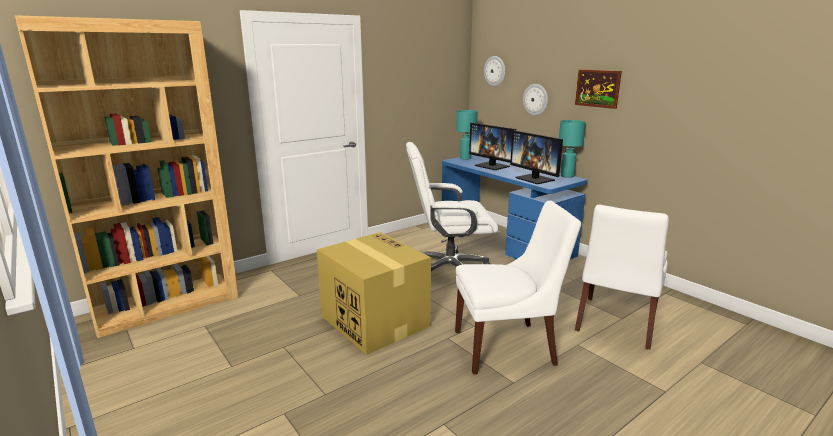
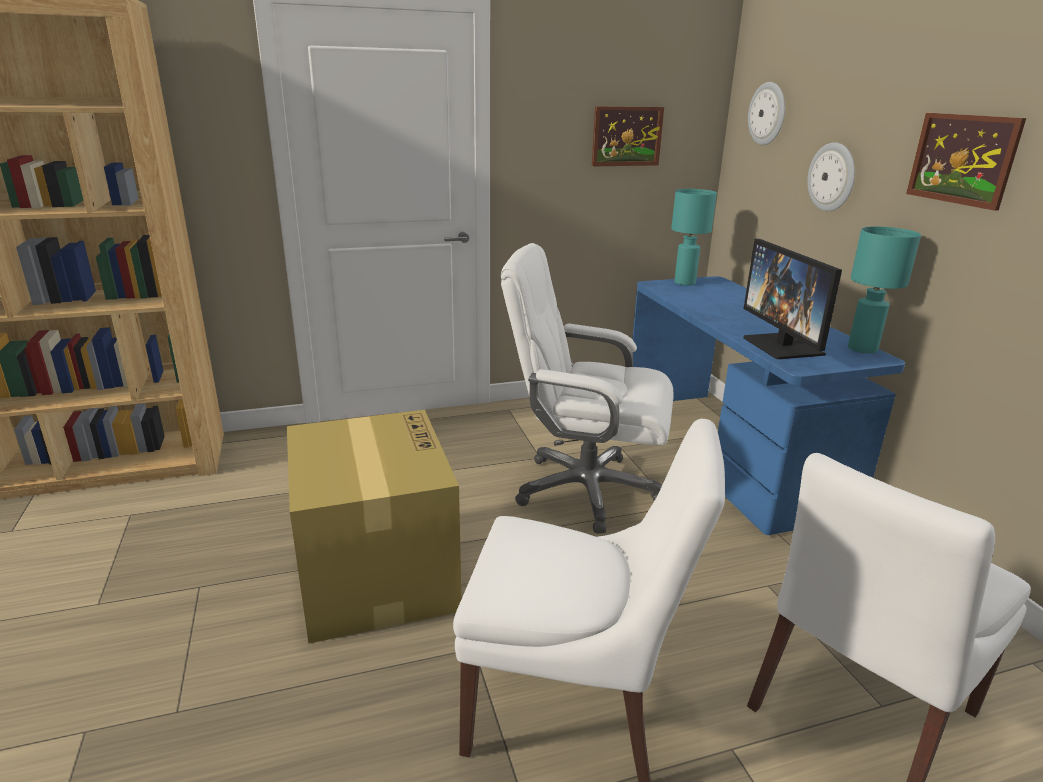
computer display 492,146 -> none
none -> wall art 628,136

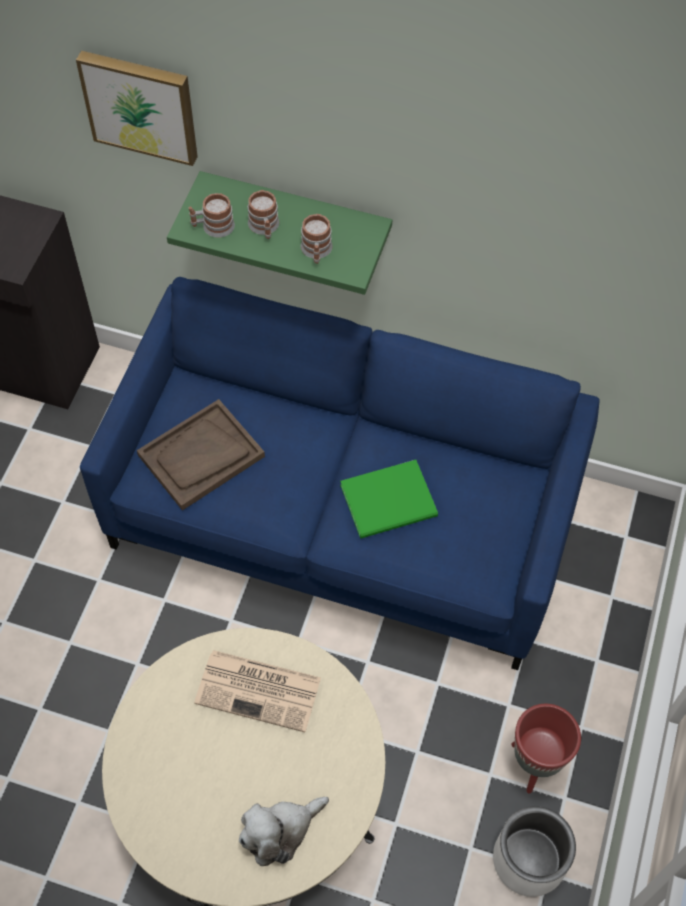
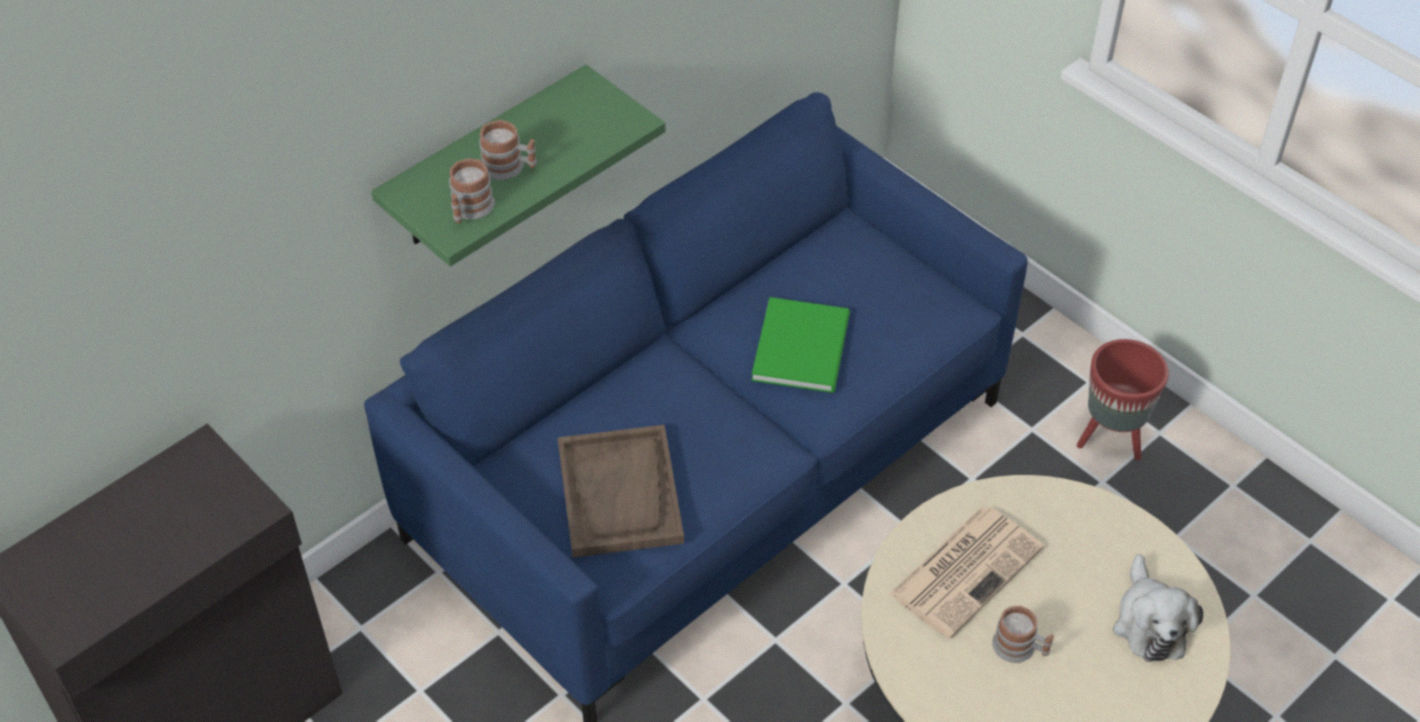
wall art 137,108 -> none
tea mug 317,239 -> tea mug 1023,634, relocated
white-coloured plant pot 534,851 -> none

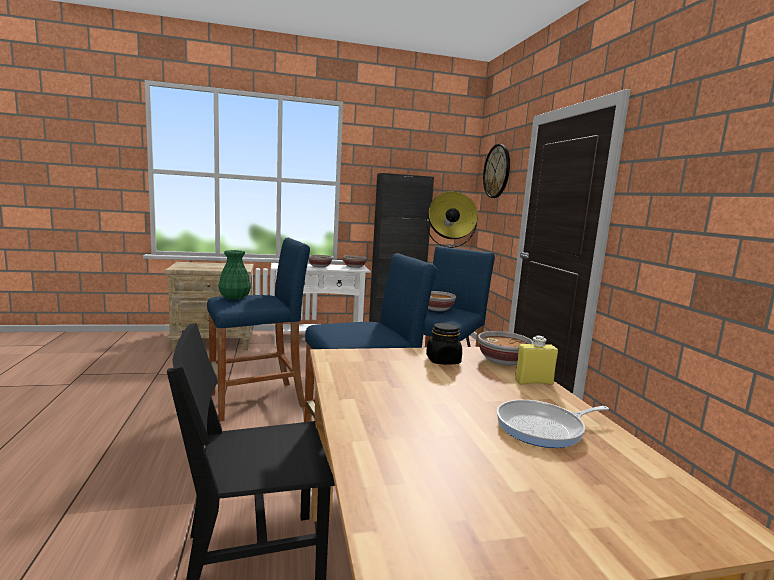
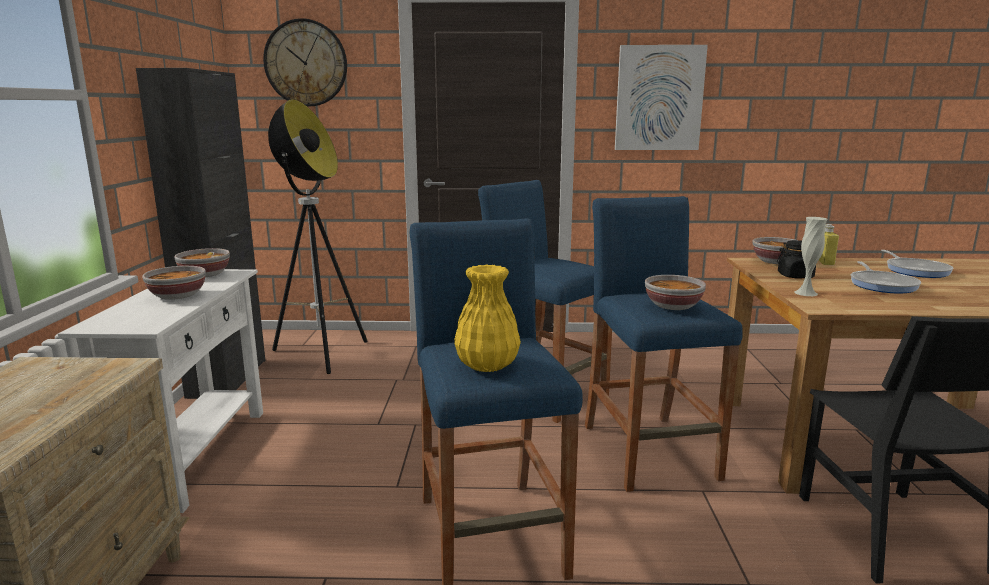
greenish decorative vase 234,275 -> yellow-coloured decorative vase 487,318
deep dish 442,301 -> deep dish 675,292, relocated
none -> wall art 661,97
none -> white-coloured decorative vase 810,256
none -> skillet 886,277

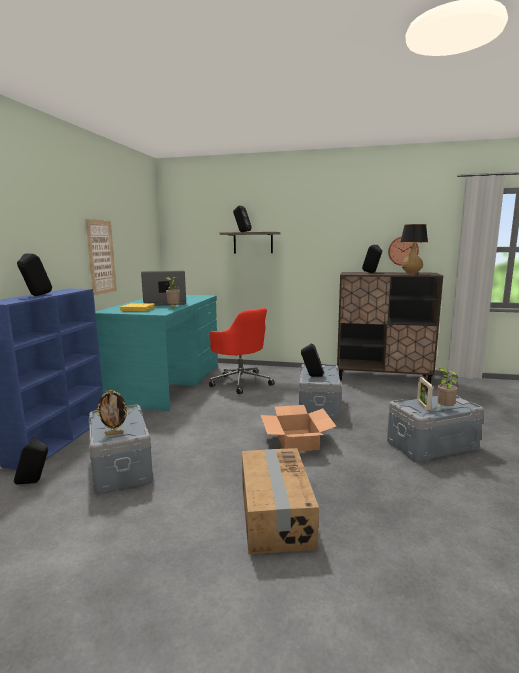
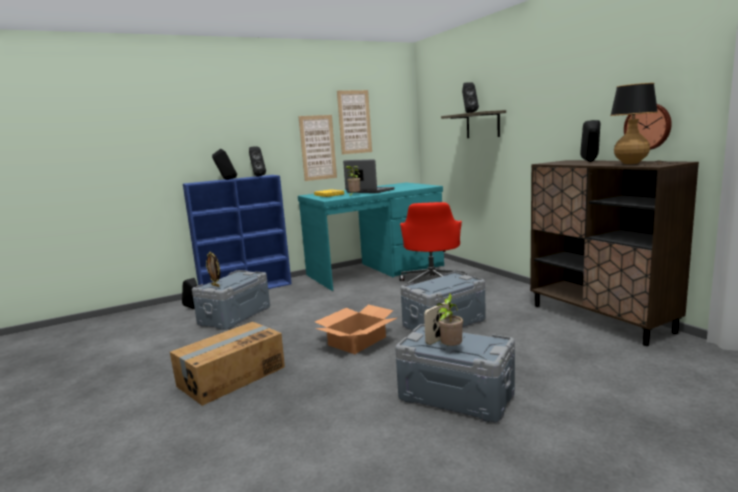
black loudspeaker 312,360 -> black loudspeaker 257,161, relocated
none -> wall art 354,122

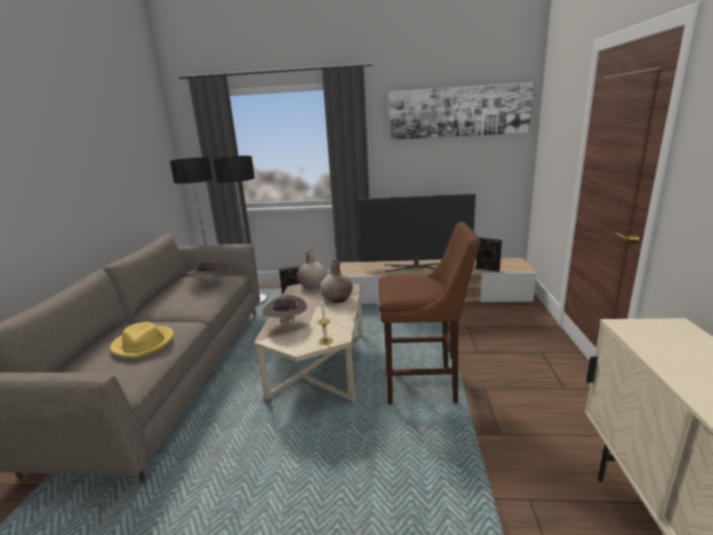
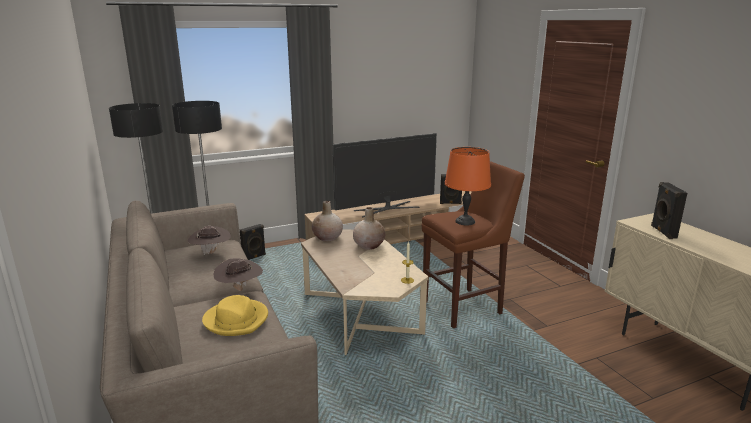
brown wearable hat 285,310 -> brown wearable hat 238,274, relocated
wall art 461,111 -> none
none -> orange-coloured tabletop lamp 468,186
none -> black loudspeaker 669,210

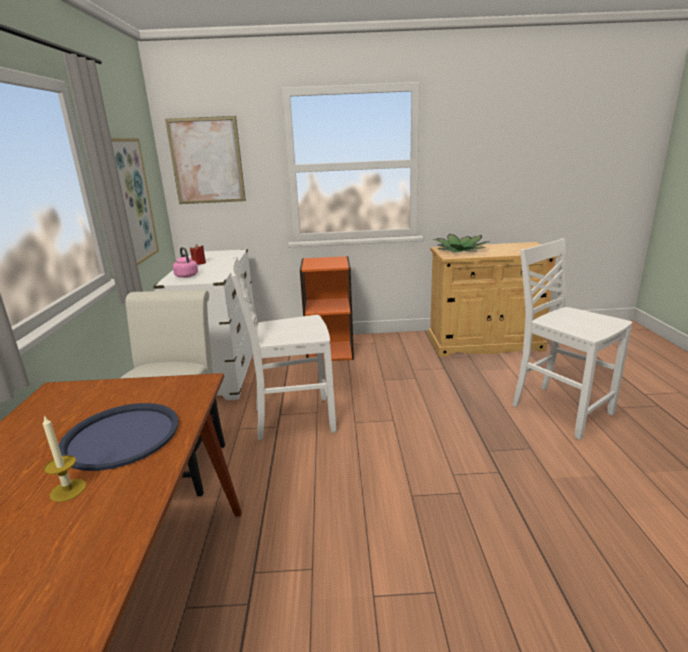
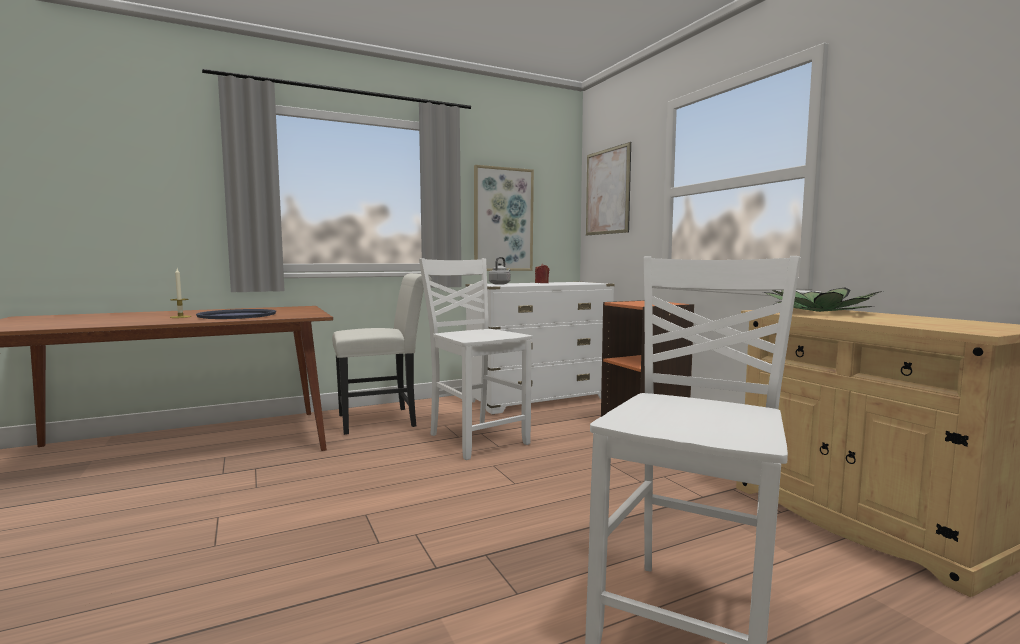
pink water kettle 185,262 -> greyish water kettle 499,271

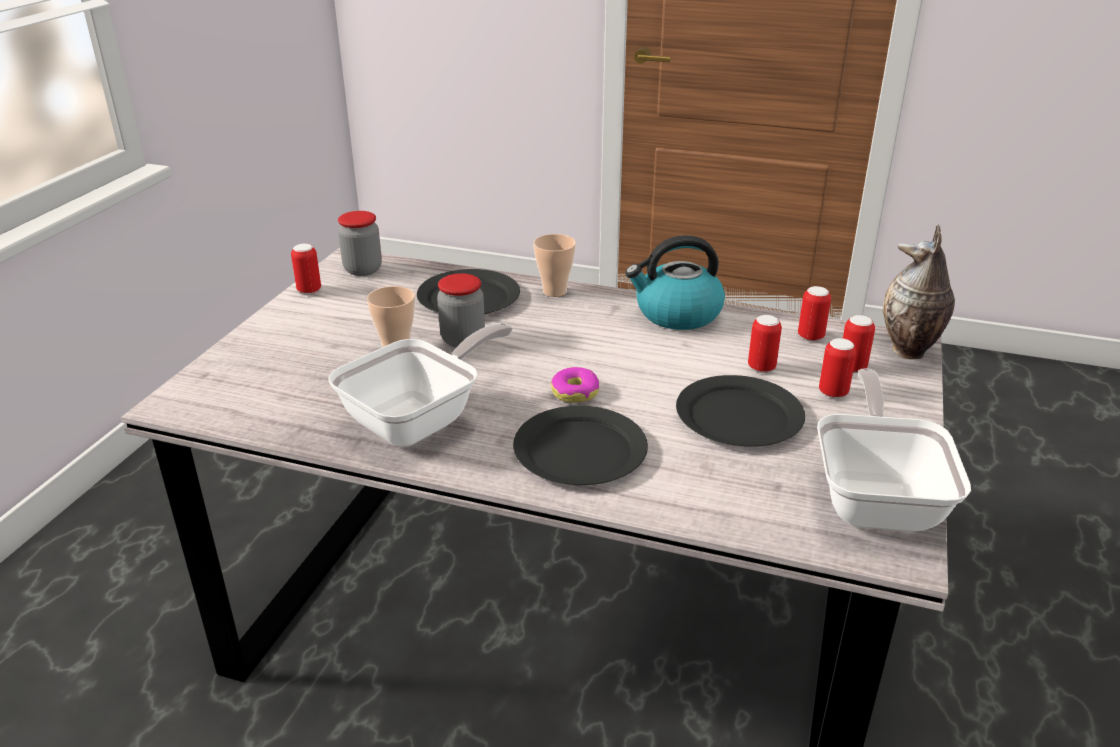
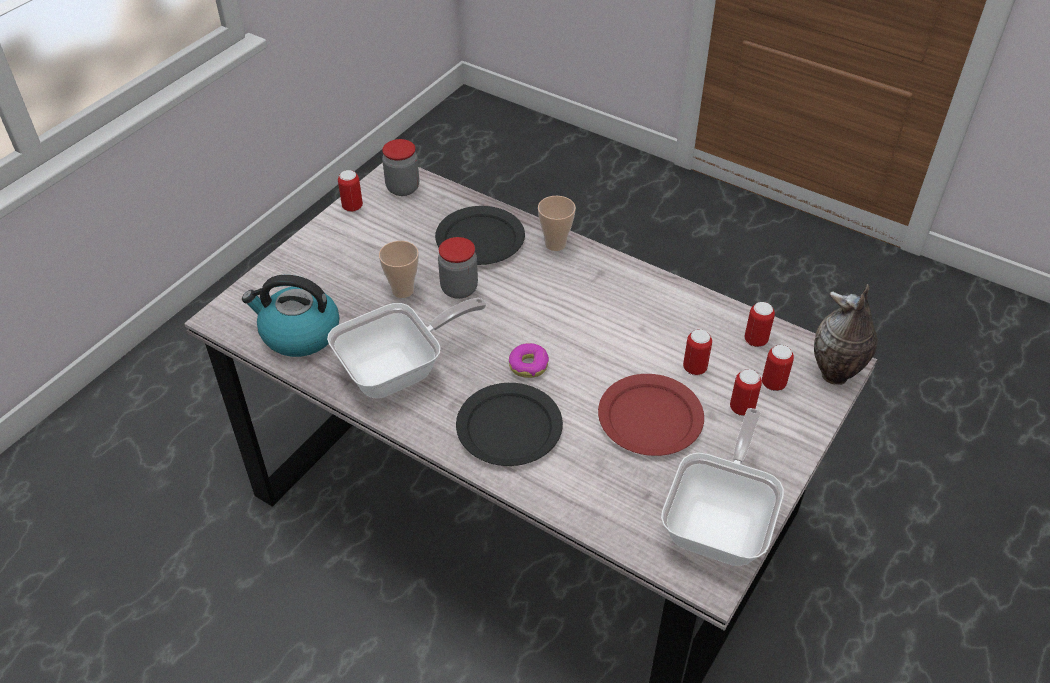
water kettle 675,282 -> water kettle 291,316, relocated
black dinner plate 740,411 -> red dinner plate 651,415

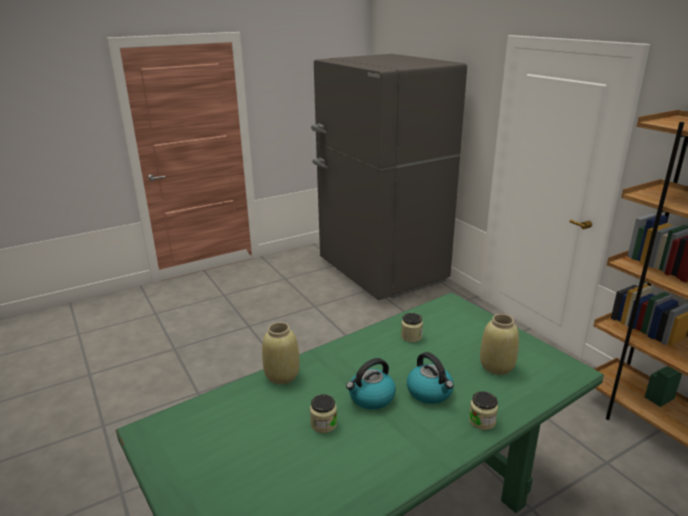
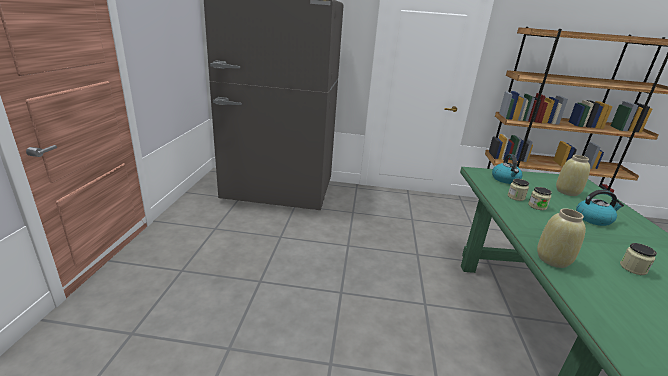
water kettle 371,384 -> water kettle 507,169, relocated
storage jar 483,410 -> storage jar 540,198, relocated

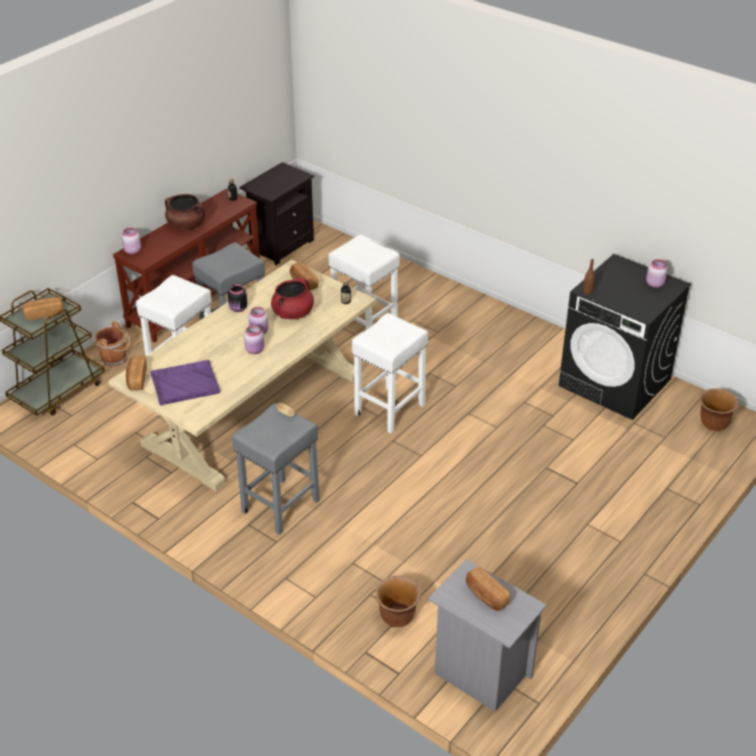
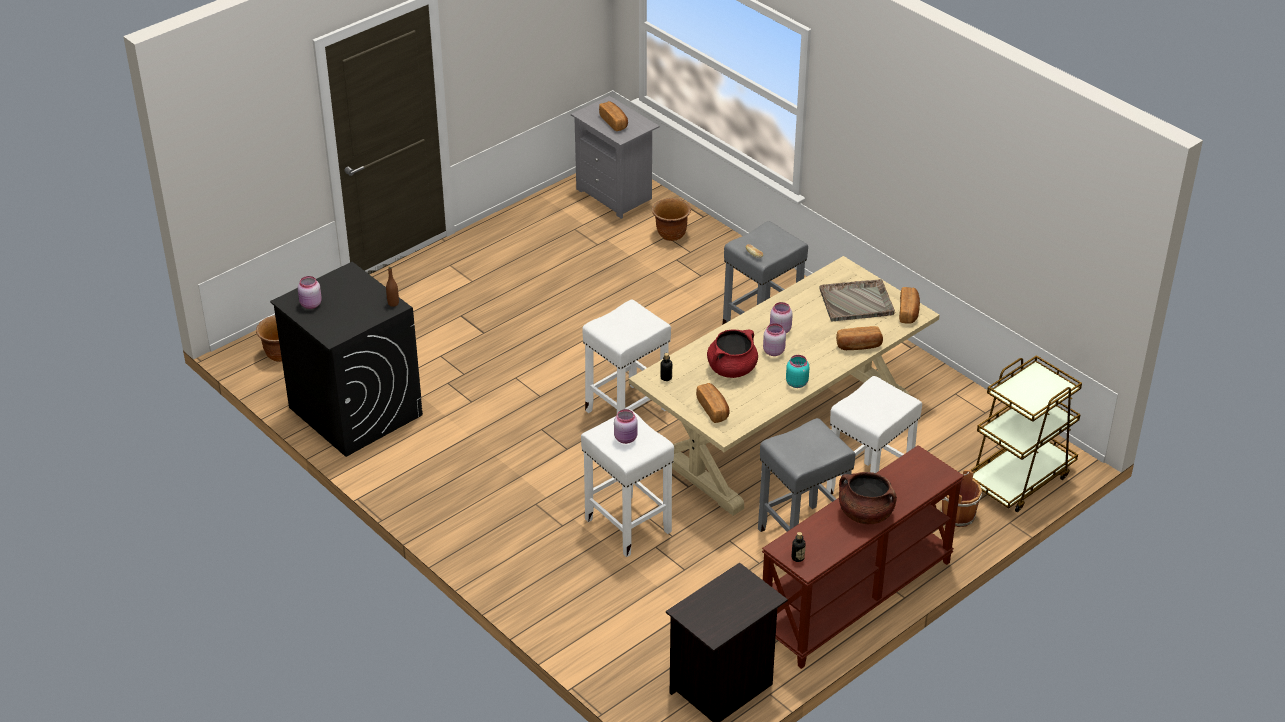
bread 42,308 -> bread 859,338, relocated
pink storage jar 131,241 -> pink storage jar 626,426, relocated
purple-coloured serving tray 185,383 -> greyish serving tray 857,300
black storage jar 237,298 -> blue-green storage jar 797,371

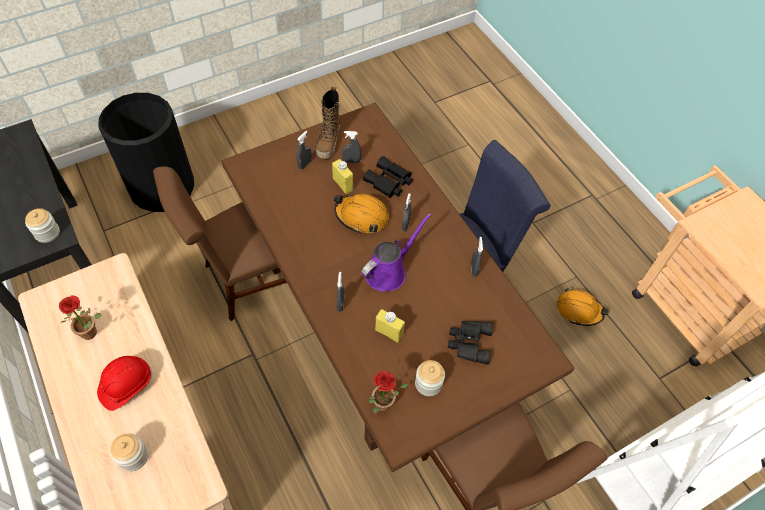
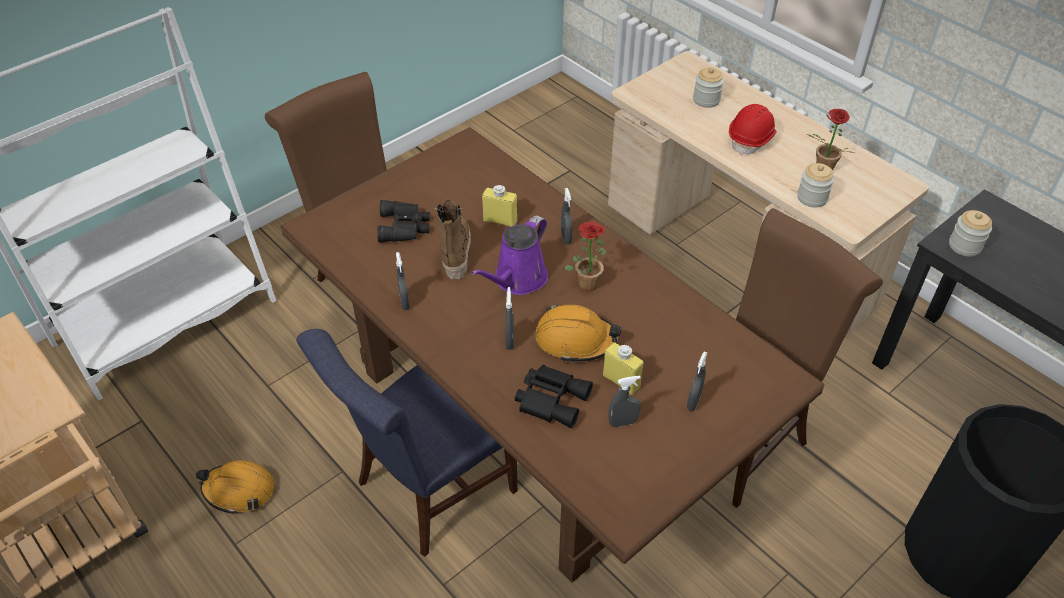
high-top boot 327,122 -> high-top boot 452,239, relocated
potted plant 388,392 -> potted plant 585,257, relocated
storage jar 430,378 -> storage jar 815,185, relocated

